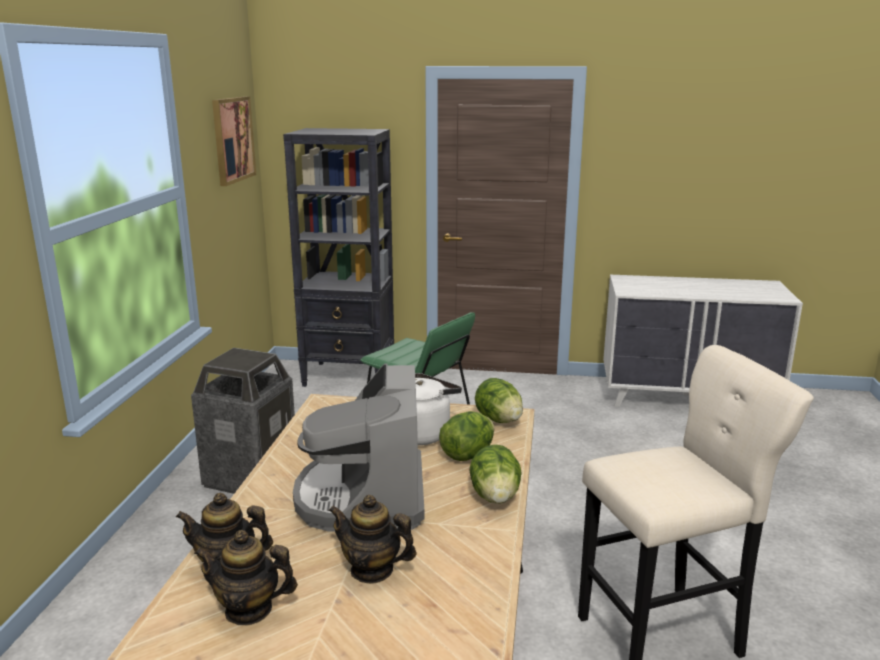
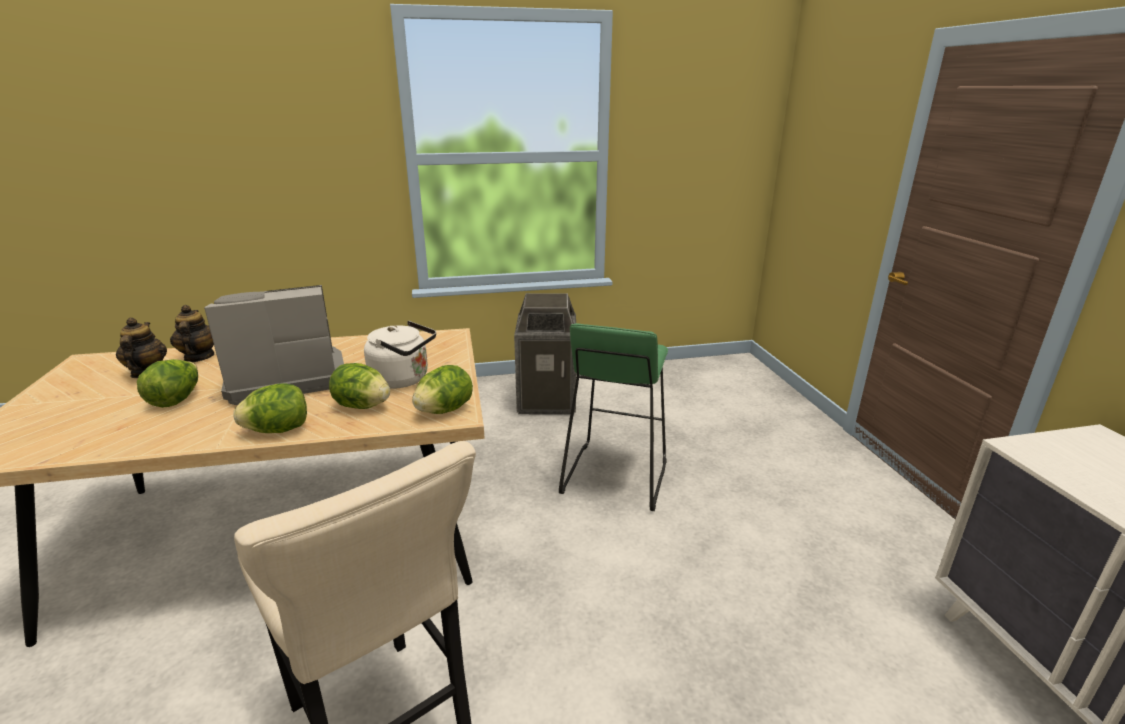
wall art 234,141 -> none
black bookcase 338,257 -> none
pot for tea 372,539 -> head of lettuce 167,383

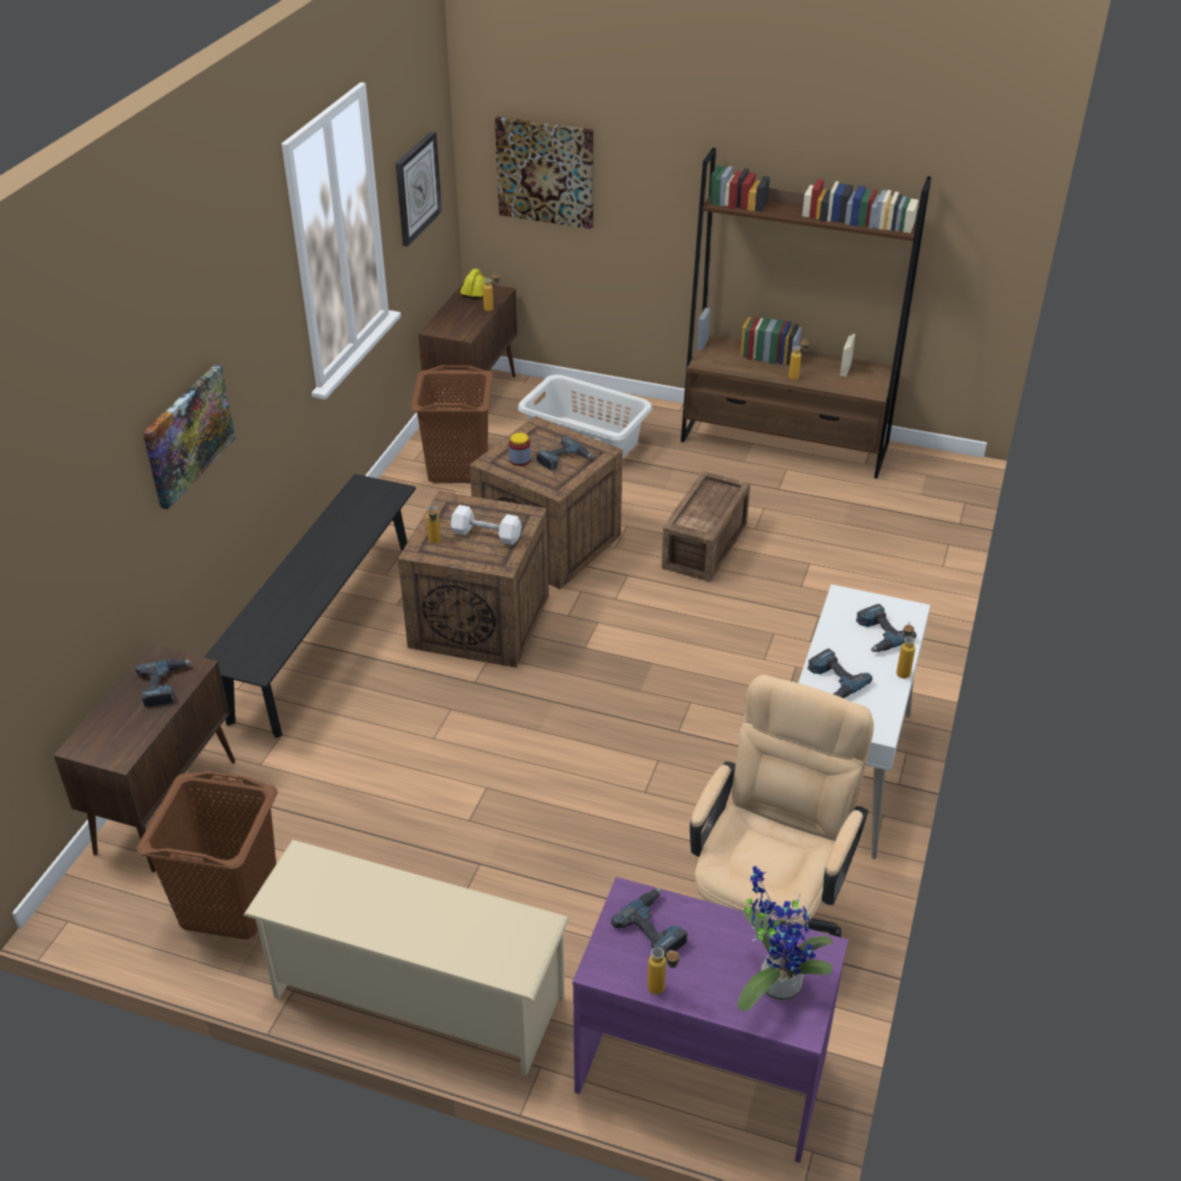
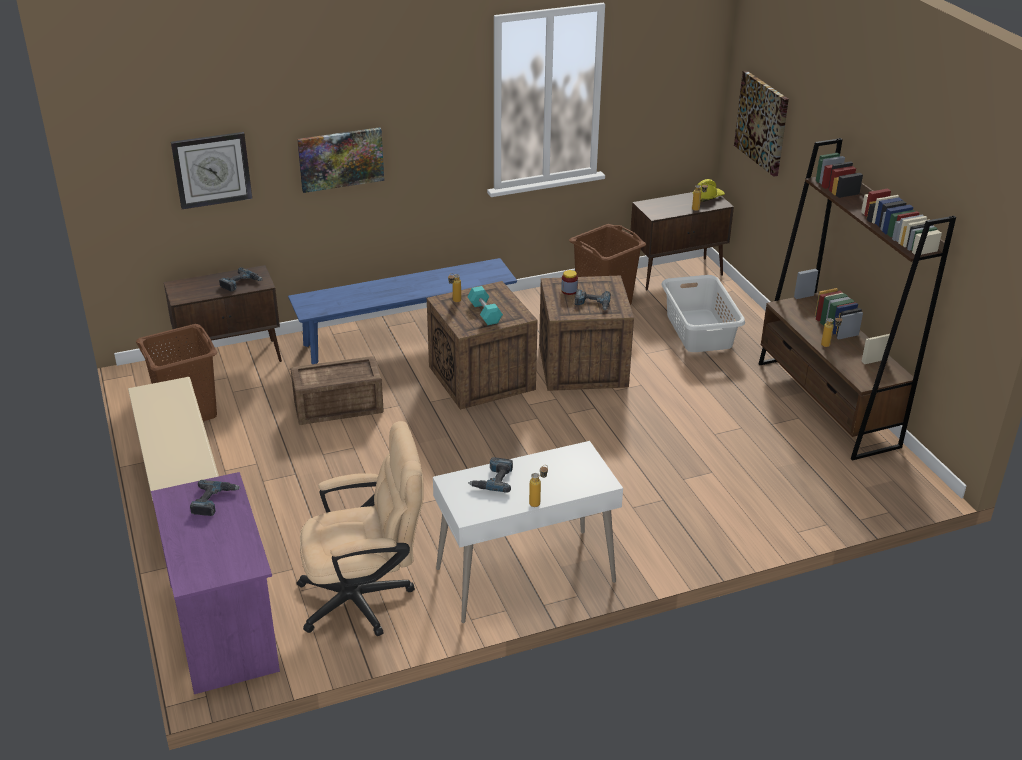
black bench 310,606 -> bluish bench 402,311
wall clock 419,189 -> wall clock 211,170, relocated
white-coloured free weight 486,525 -> blue-green free weight 485,305
bottle 663,970 -> none
crate 706,526 -> crate 337,390, relocated
potted plant 785,938 -> none
power drill 886,628 -> none

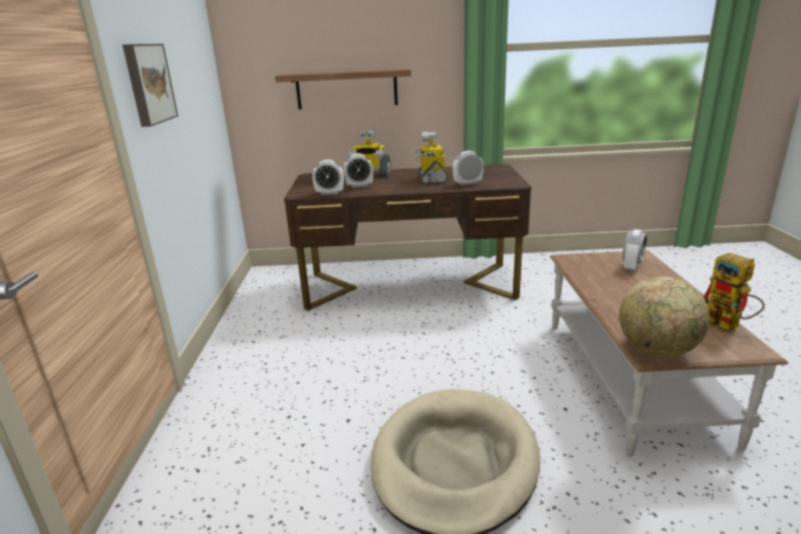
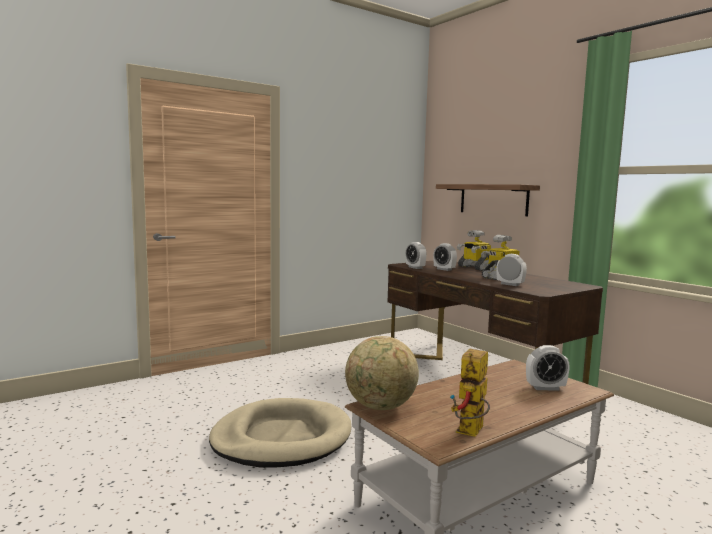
wall art 150,85 -> none

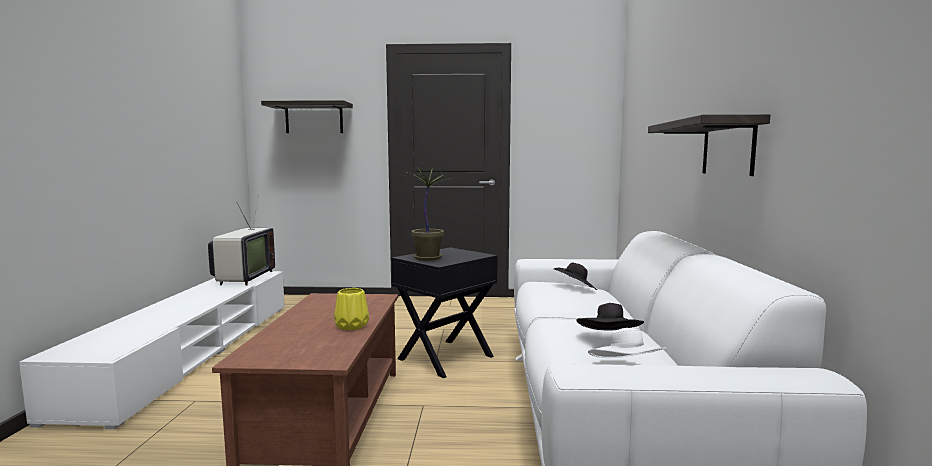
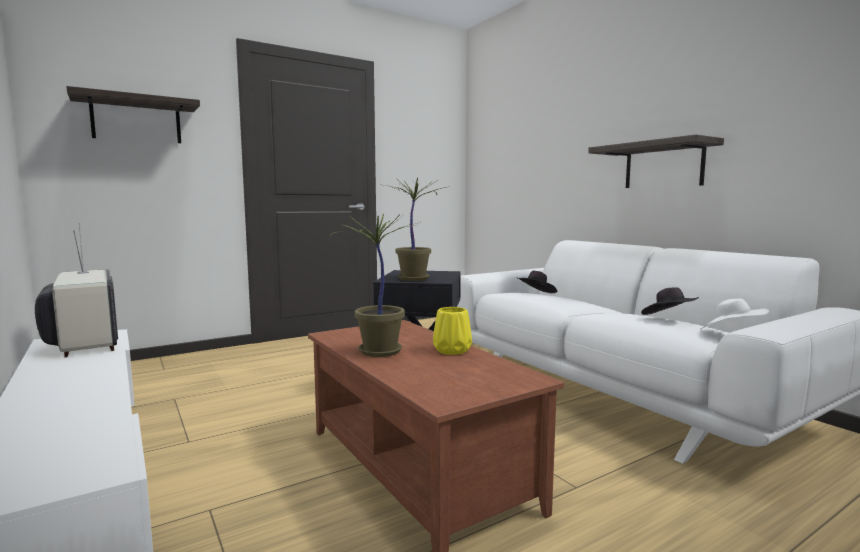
none -> potted plant 374,285

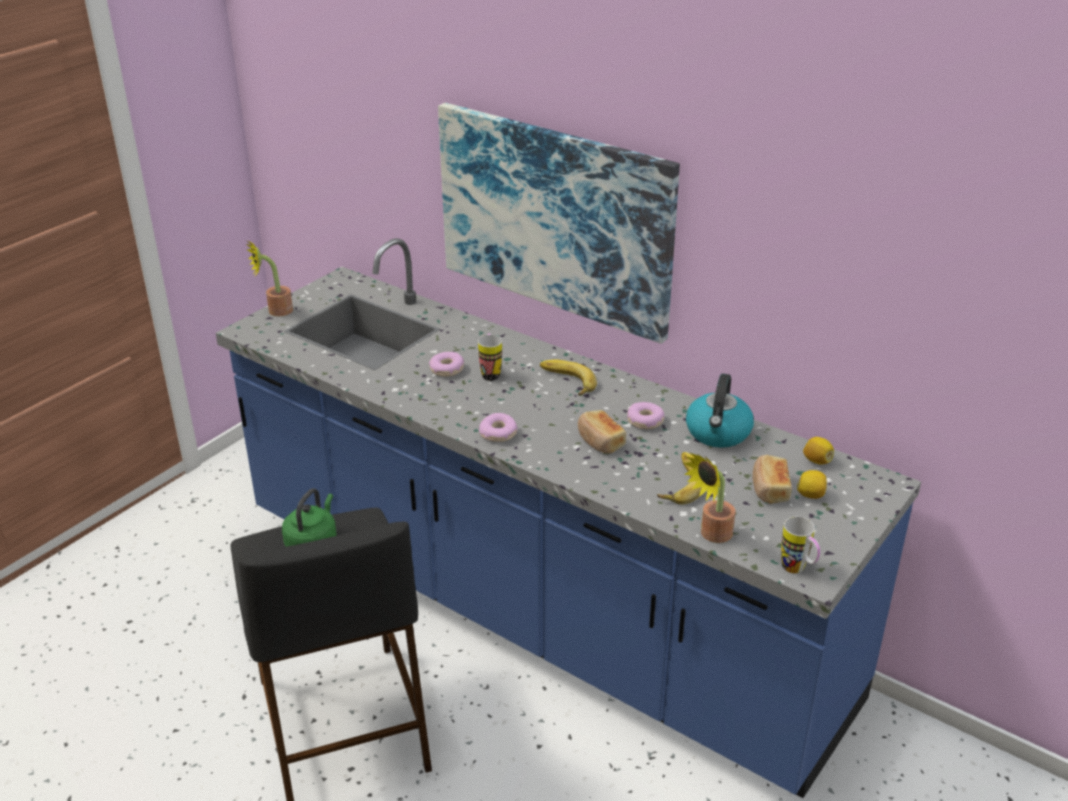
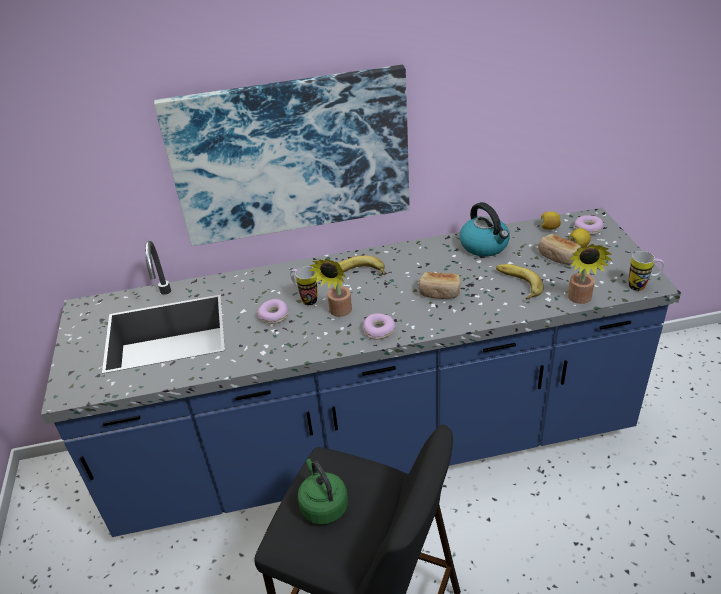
potted plant 269,278 -> potted plant 330,287, relocated
ring doughnut 646,415 -> ring doughnut 589,225, relocated

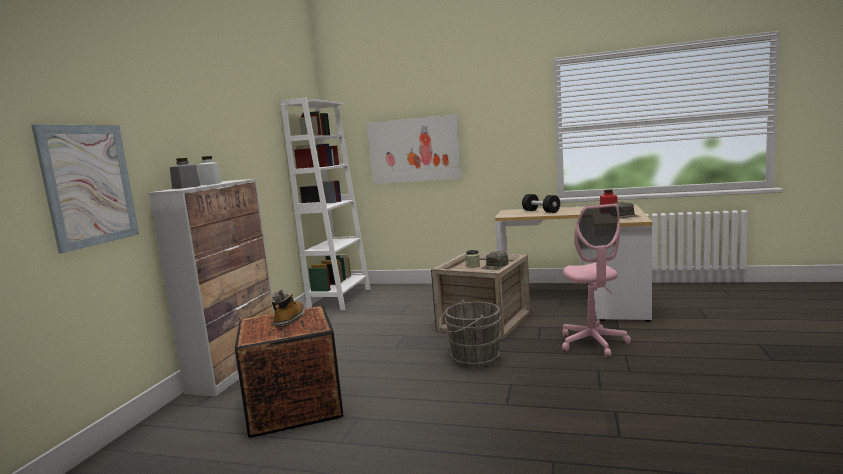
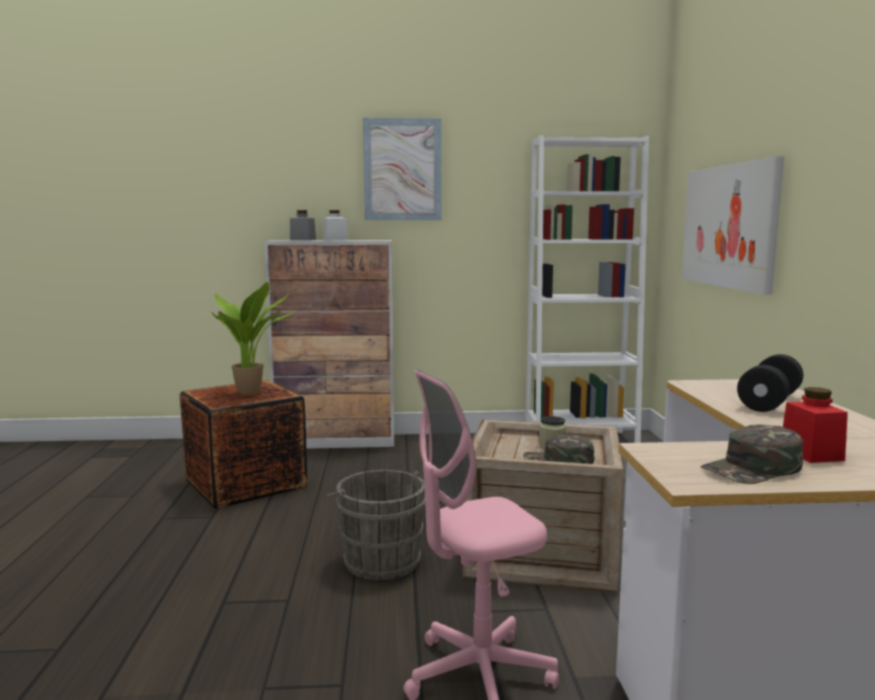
wall art 85,188 -> wall art 402,169, relocated
high-top boot 288,308 -> potted plant 253,339

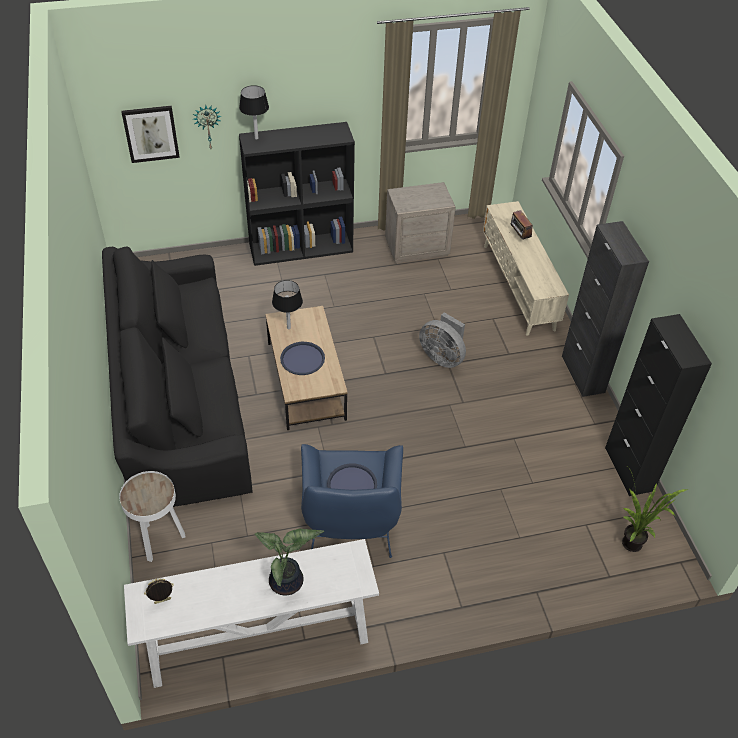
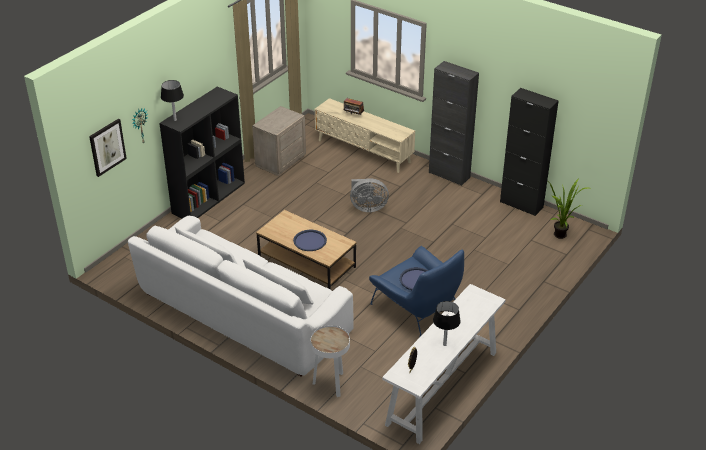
black sofa 177,376 -> white-coloured sofa 241,296
potted plant 289,562 -> none
black tabletop lamp 287,304 -> black tabletop lamp 447,323, relocated

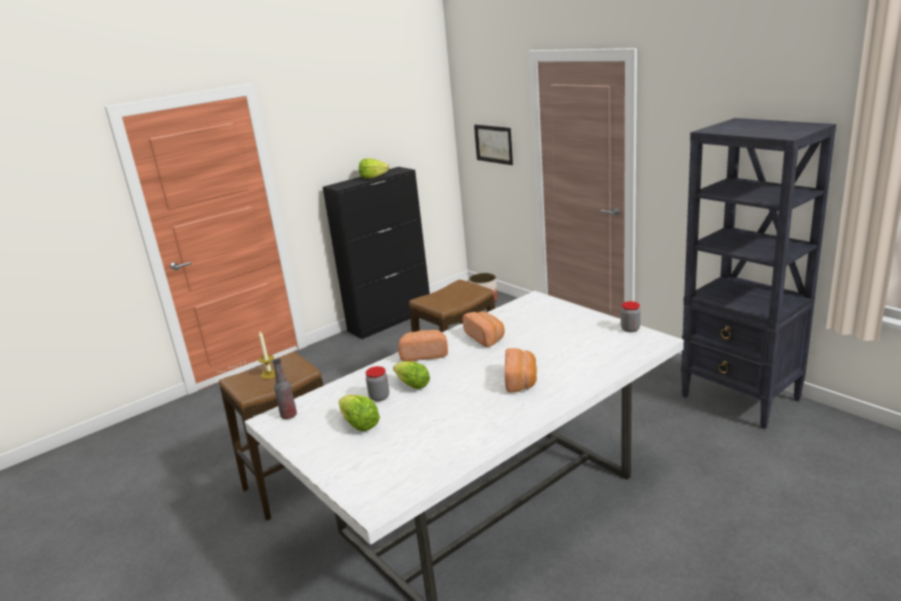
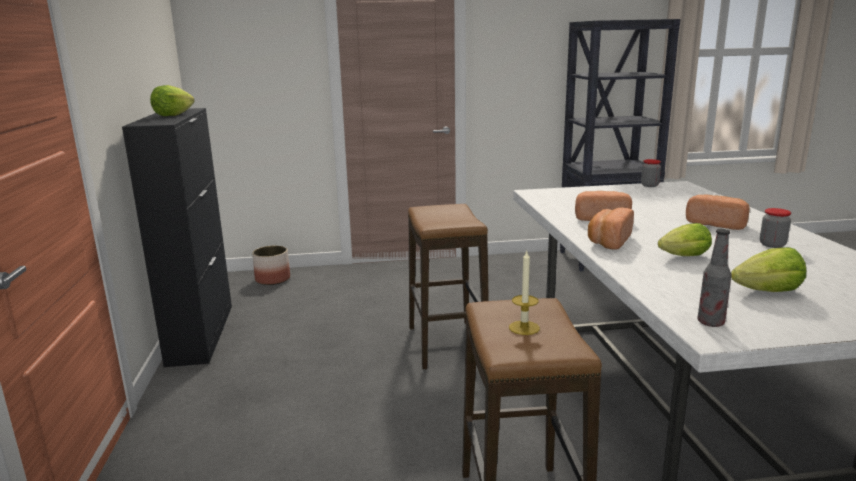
storage jar 377,383 -> storage jar 775,228, relocated
wall art 493,145 -> none

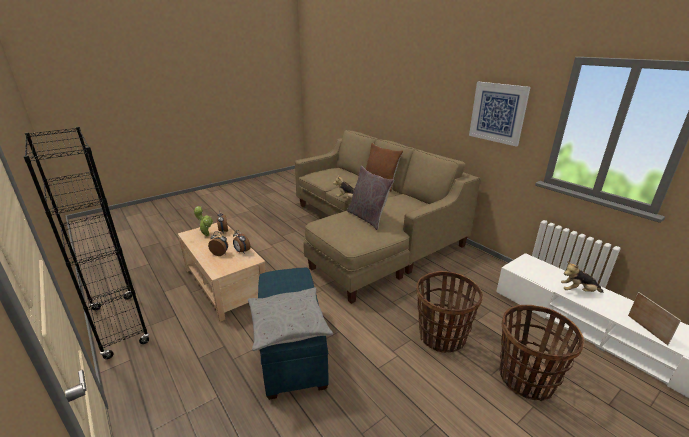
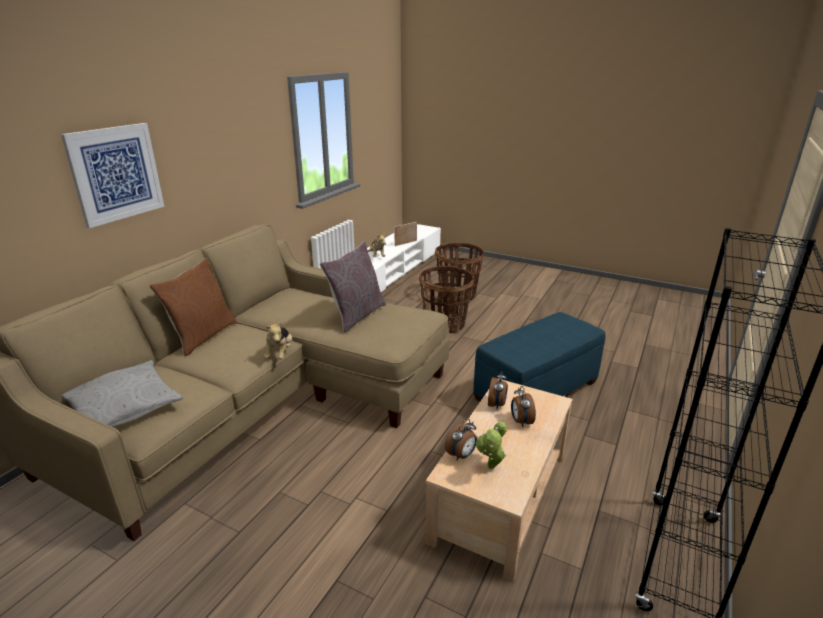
greyish cushion 290,319 -> greyish cushion 122,393, relocated
wall art 500,114 -> wall art 112,175, relocated

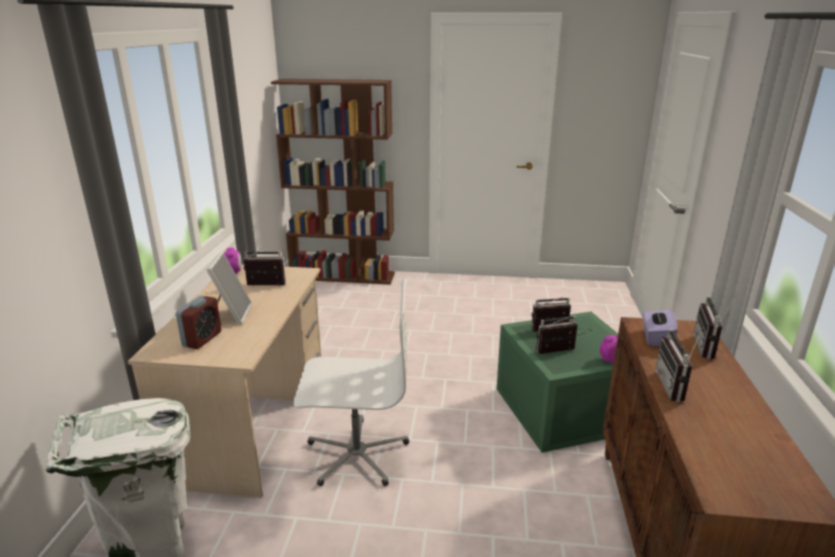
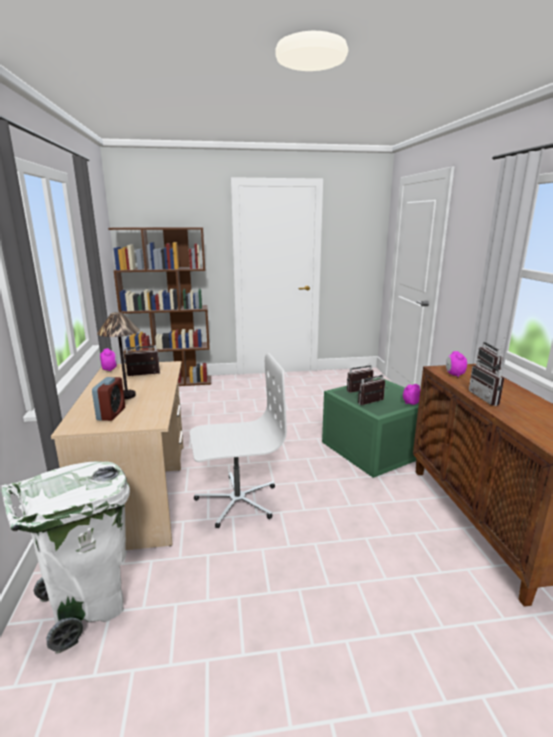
standing frame 229,288 -> tabletop lamp 118,355
purple-coloured tissue box 660,327 -> bedside clock 456,364

